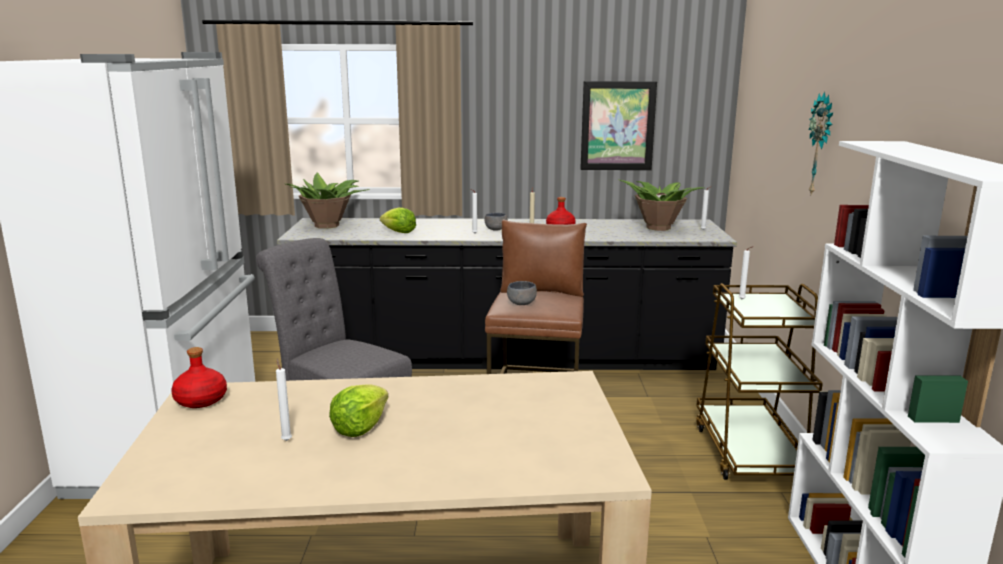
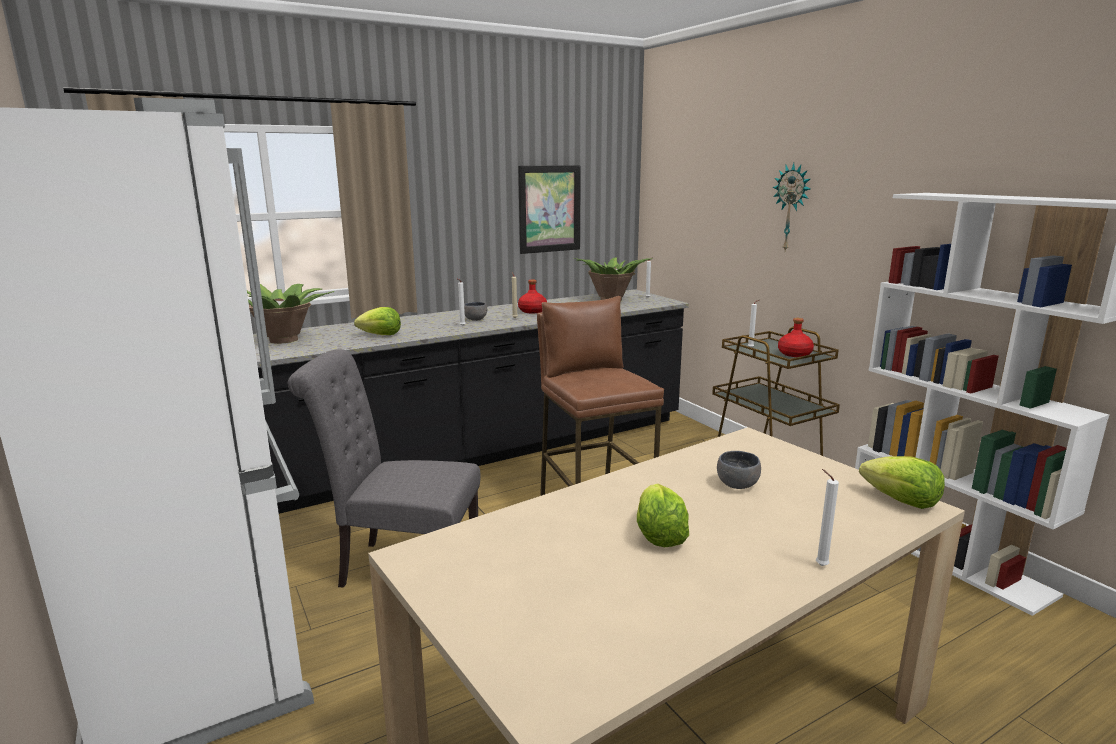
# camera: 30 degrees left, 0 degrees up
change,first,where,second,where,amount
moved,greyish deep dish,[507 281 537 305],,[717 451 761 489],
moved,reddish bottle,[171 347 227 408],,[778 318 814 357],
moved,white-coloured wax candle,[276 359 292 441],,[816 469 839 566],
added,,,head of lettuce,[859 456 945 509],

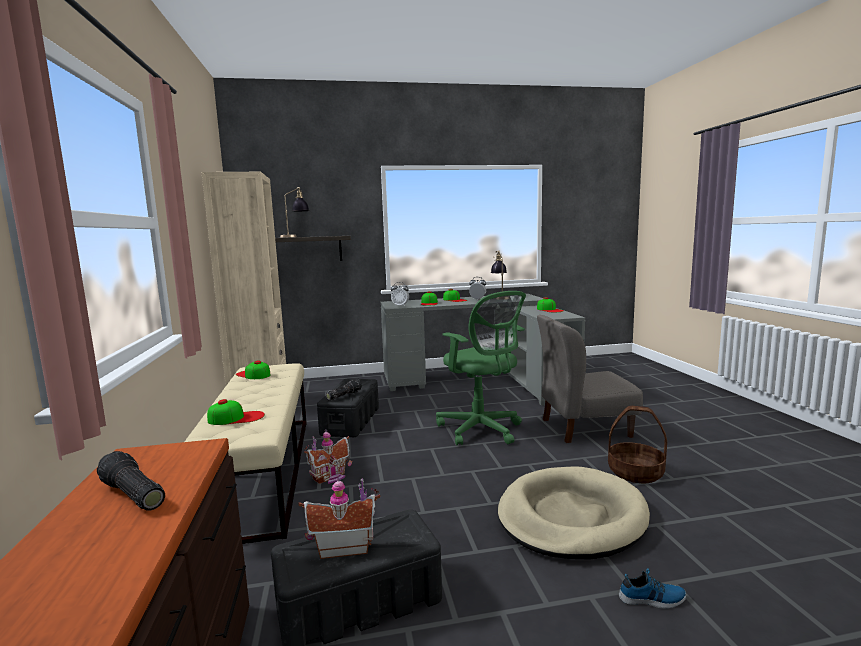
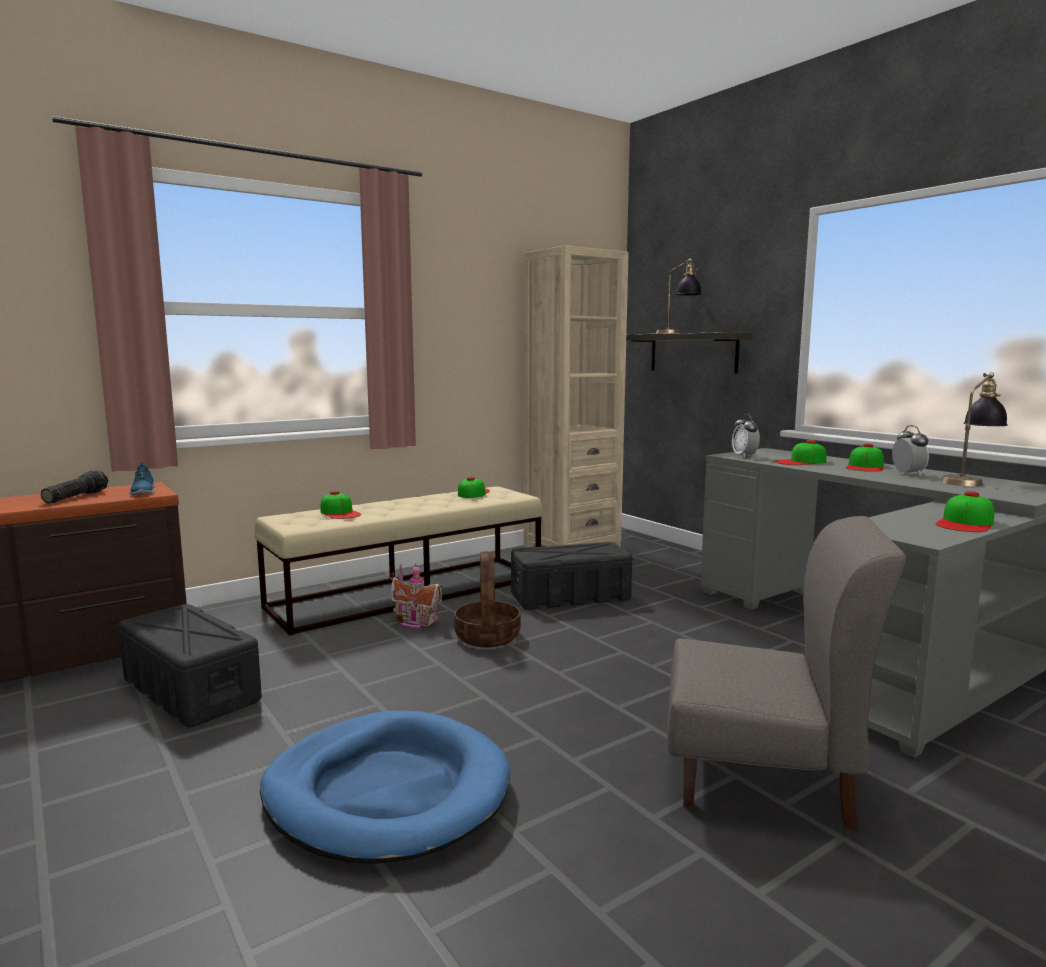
# camera: 65 degrees right, 0 degrees up
change,first,where,second,where,amount
removed,greenish desk chair,[436 291 526 445],,,
turned,greyish chair,[537 315 643 443],,[667 516 906 830],135 degrees clockwise
removed,hand torch,[326 379 362 401],,,
moved,basket,[608 406 667 483],,[454 551 521 648],
recoloured,beige-coloured dog bed,[498 466 650 559],bluish dog bed,[260 710 510 864],
removed,miniature house,[298 477 380 559],,,
moved,shoe,[619 568 686 609],,[130 462 155 495],

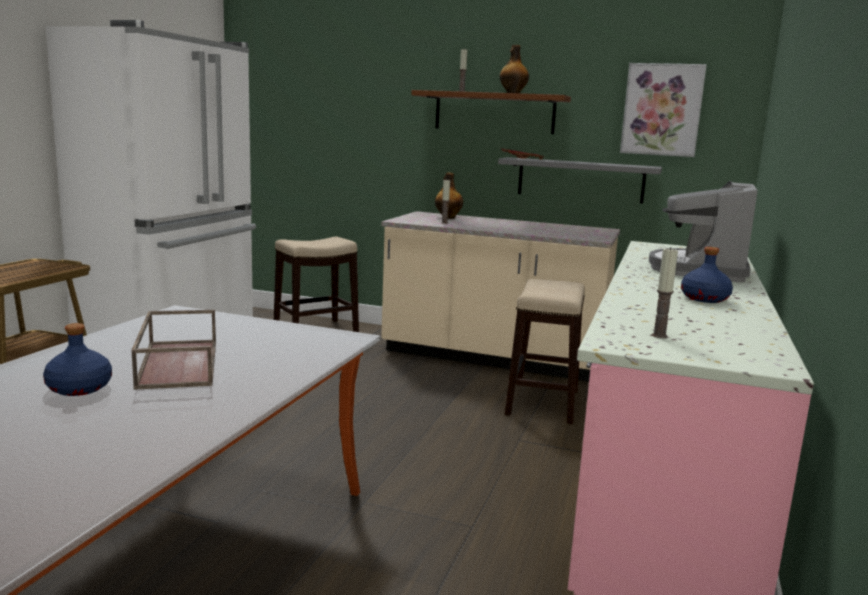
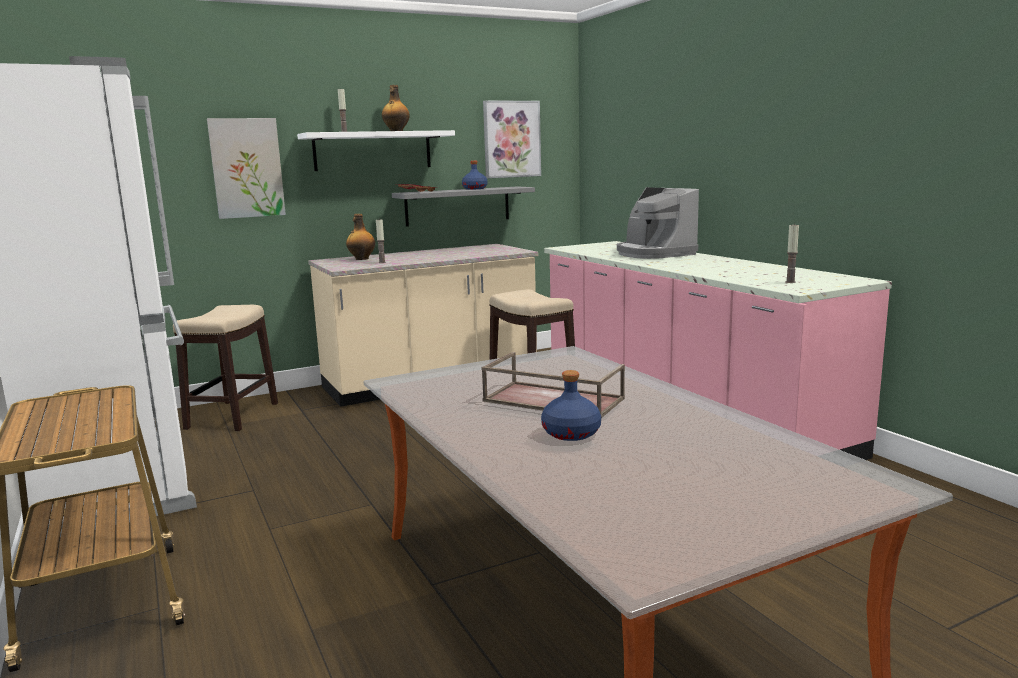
# camera: 45 degrees left, 0 degrees up
change,first,where,second,where,amount
recoloured,brown bracket shelf,[411 90 571 134],white-coloured bracket shelf,[297 130 455 171],
moved,bluish bottle,[681 247 733 303],,[462 161 487 190],
added,,,wall art,[207 118 286 219],

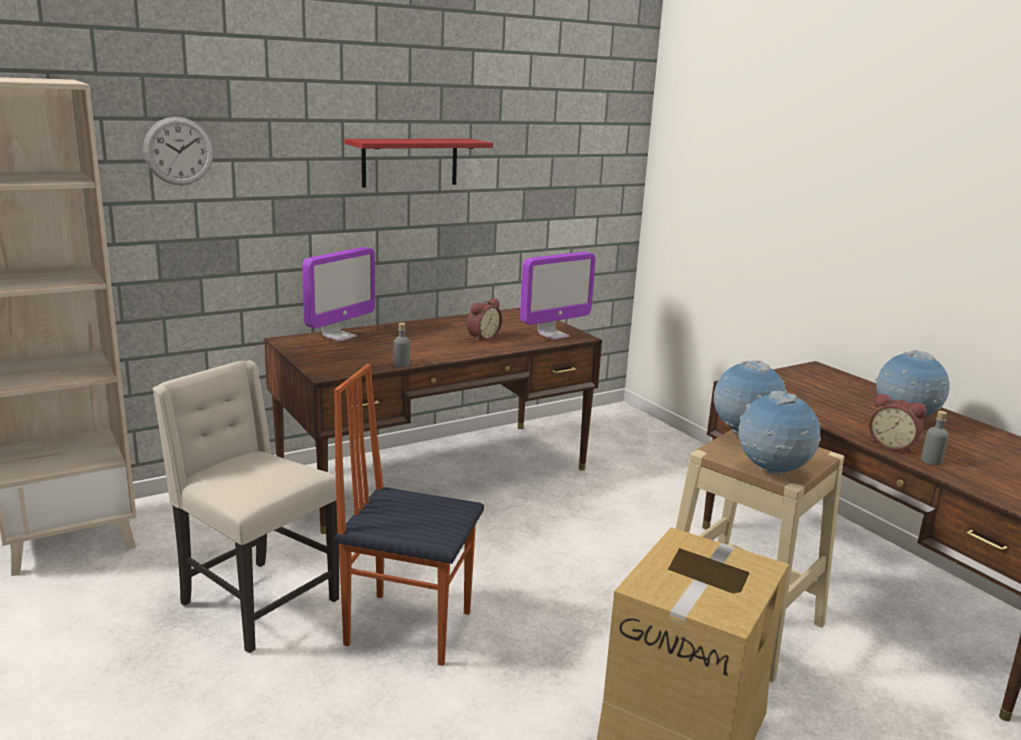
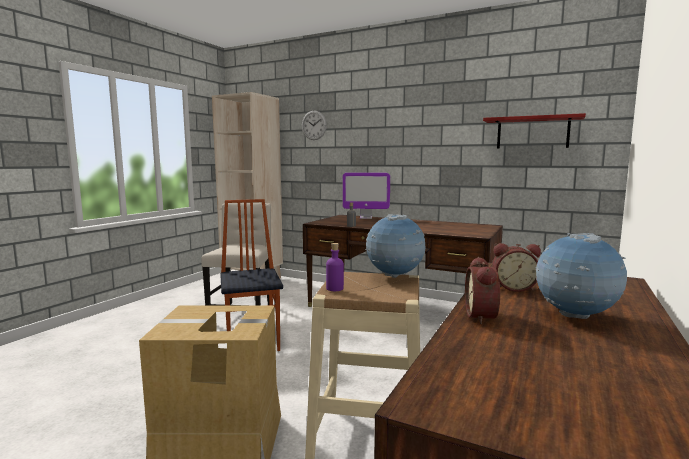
# camera: 60 degrees right, 10 degrees down
change,first,where,second,where,amount
moved,reddish bracket shelf,[344 139 493 188],,[483 113 586 149],
removed,monitor,[520 252 596 340],,,
moved,bedside clock,[467 298 502 342],,[492 243 541 292],
replaced,globe,[738 391 821 476],purple-coloured bottle,[326 243 344 291],
removed,greyish bottle,[921 411 949 465],,,

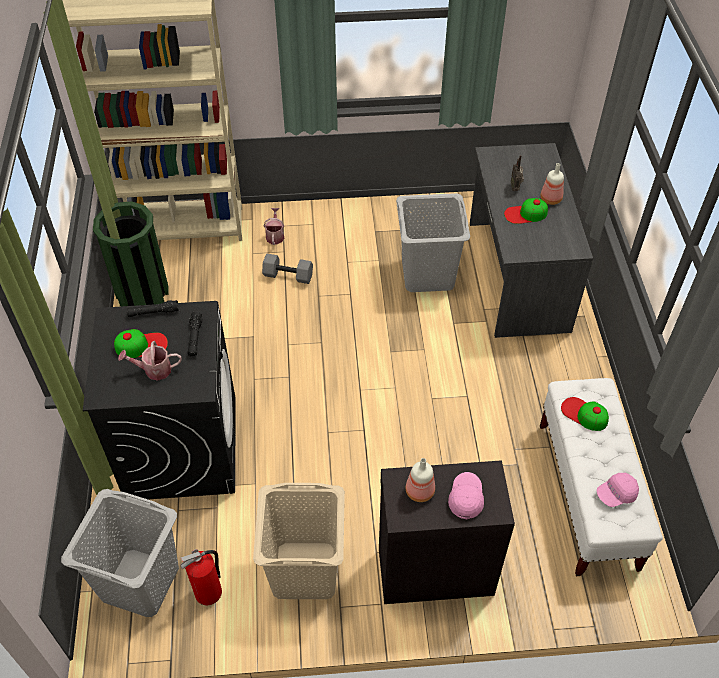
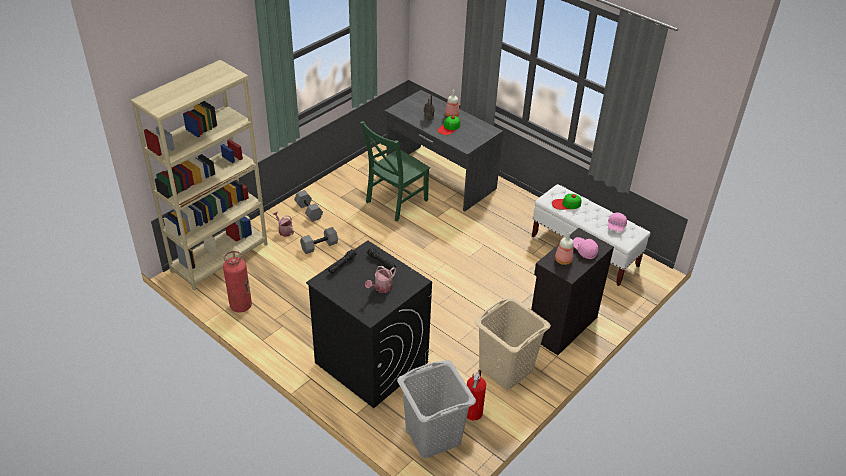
# camera: 45 degrees left, 10 degrees down
change,first,where,second,where,amount
replaced,greyish laundry basket,[396 193 470 292],greenish chair,[360 121 430 221],
replaced,greenish waste bin,[93 201 169 306],extinguisher,[223 251 252 313],
removed,peaked cap,[114 329 168 358],,,
added,,,greyish dumbbell,[294 190 323 222],

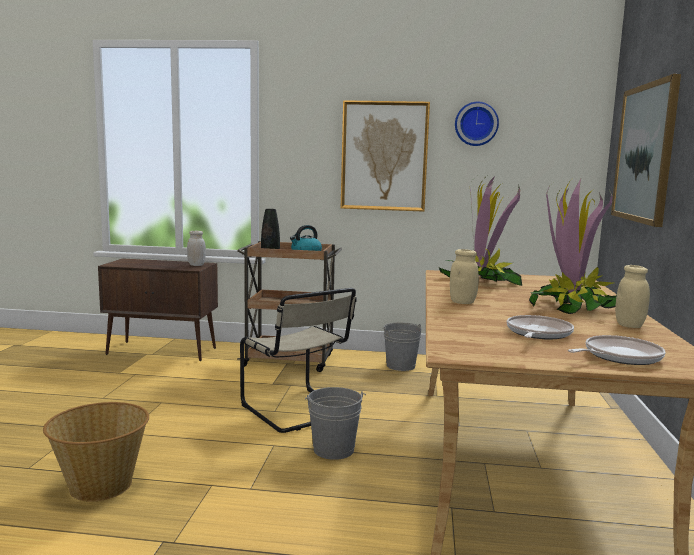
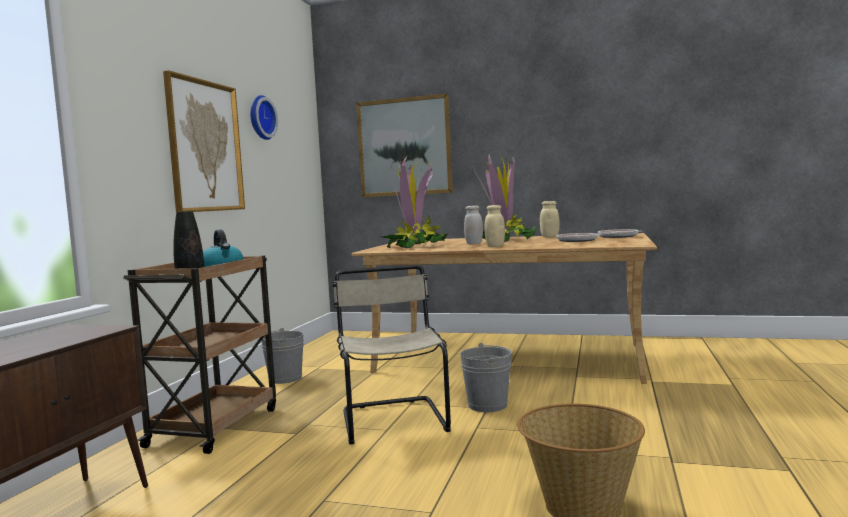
# camera: 80 degrees left, 5 degrees down
change,first,where,second,where,amount
moved,white-coloured preserve jar,[187 231 206 266],,[464 205 483 244],
turned,beige-coloured chair,[240 288 357 433],,[332 265 451 444],75 degrees counterclockwise

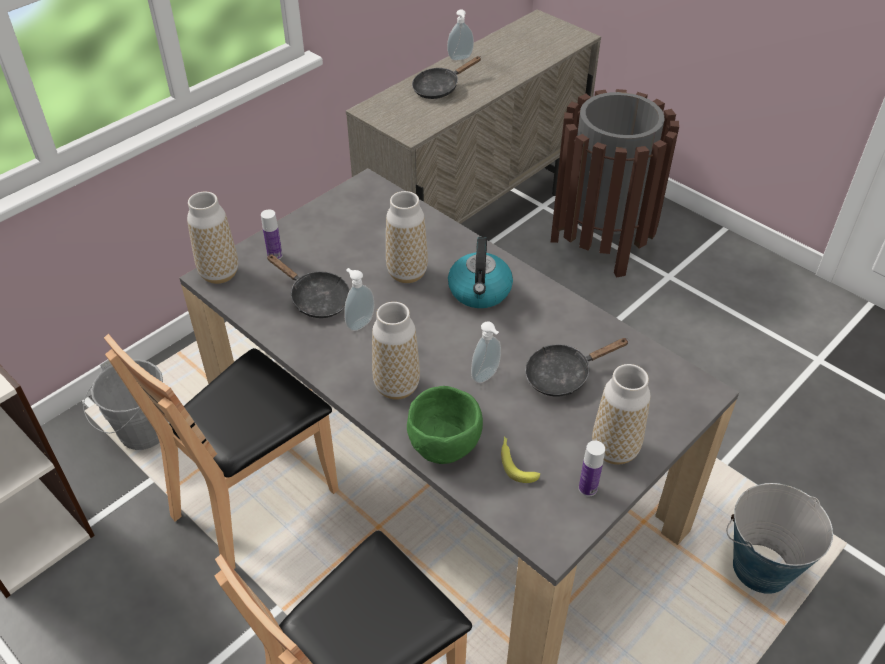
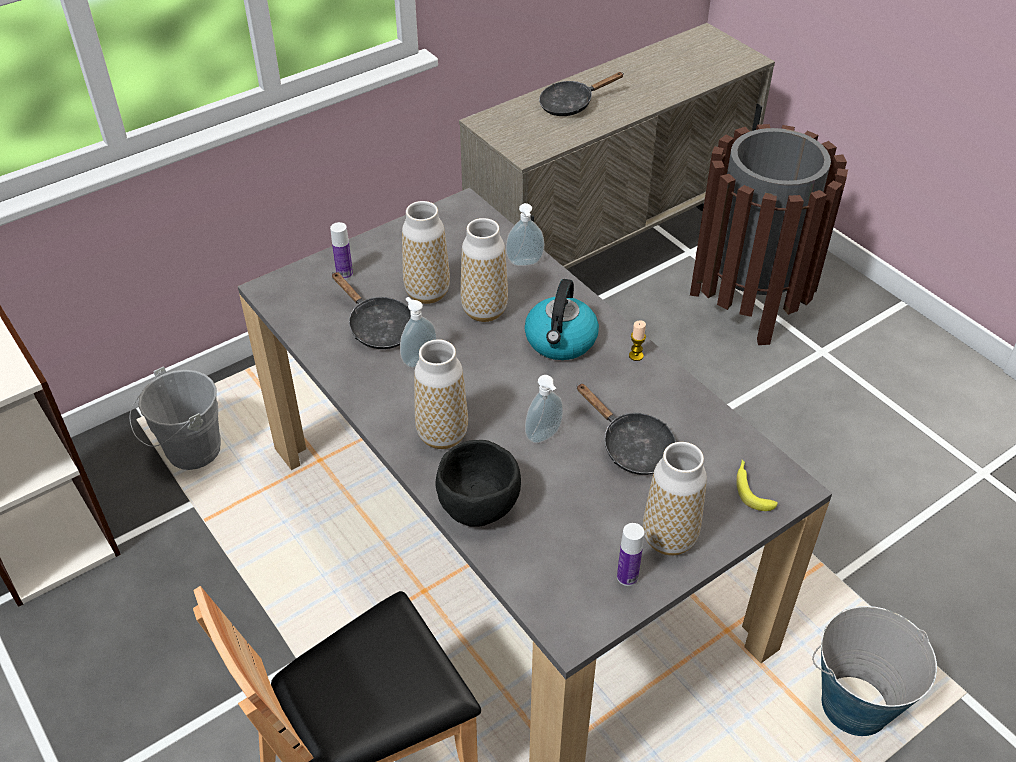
# camera: 10 degrees right, 0 degrees up
change,first,where,second,where,amount
moved,liquid soap bottle,[447 9 474 60],,[506 203 544 266],
moved,decorative vase,[187 192 238 284],,[402 201 450 304],
removed,brown chair,[104 334 339 569],,,
turned,blackish pan,[525 338 629 396],,[577 383 676 475],120 degrees counterclockwise
recoloured,greenish deep dish,[407 386 483 464],blackish deep dish,[436 440 521 527],
moved,whole banana,[501 437 540 483],,[736 460 778 511],
added,,,wax candle,[629 320 646 361],

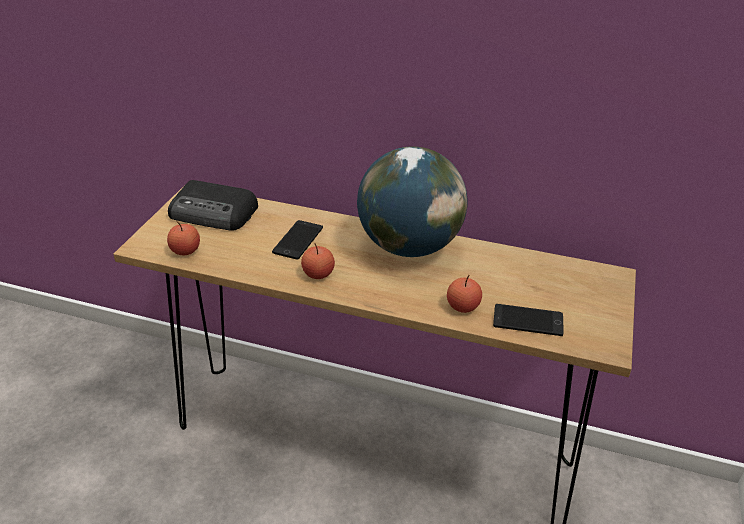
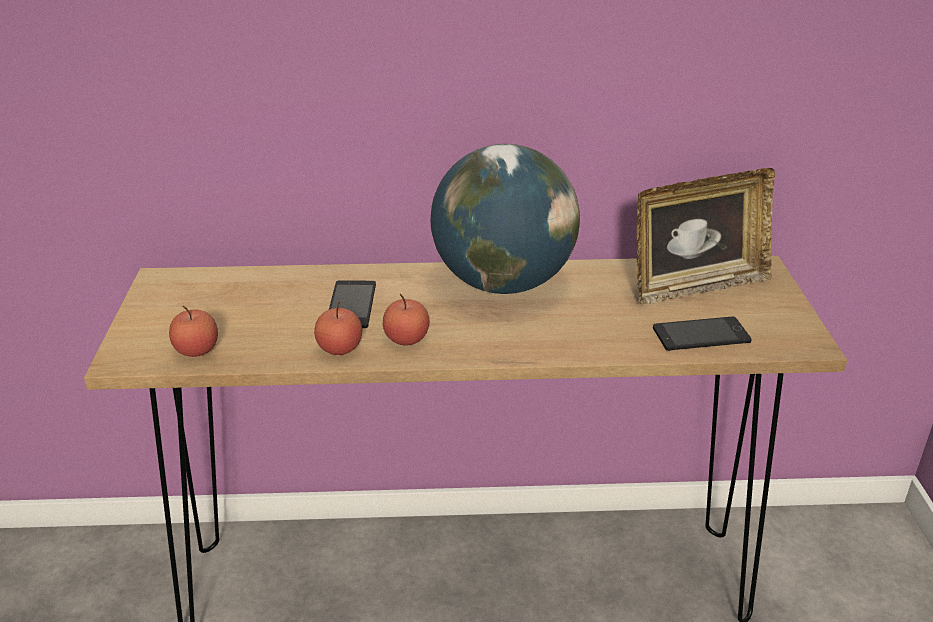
# camera: 20 degrees left, 5 degrees down
change,first,where,second,where,amount
removed,radio receiver,[168 180 258 231],,,
moved,apple,[447 275 482 313],,[314 301 362 355],
added,,,standing frame,[637 168 775 305],

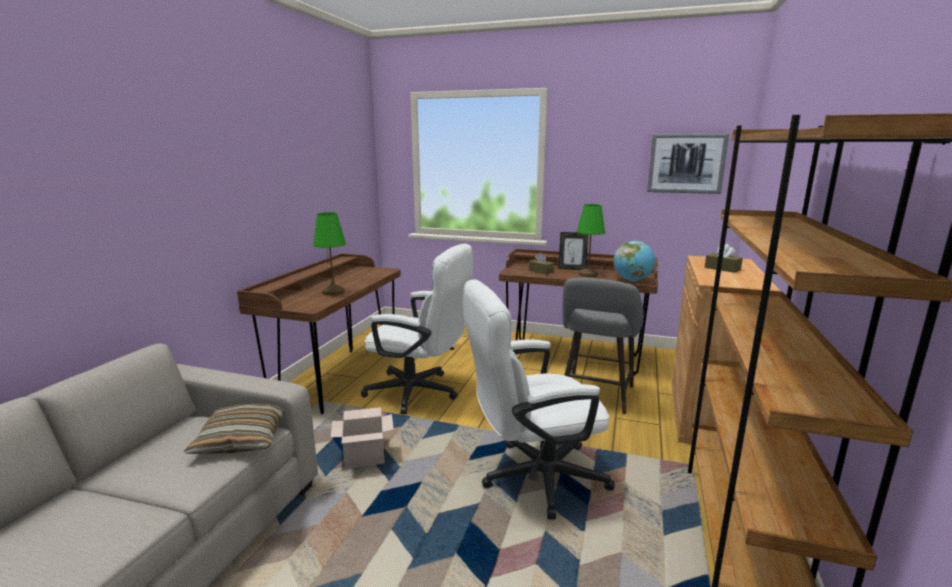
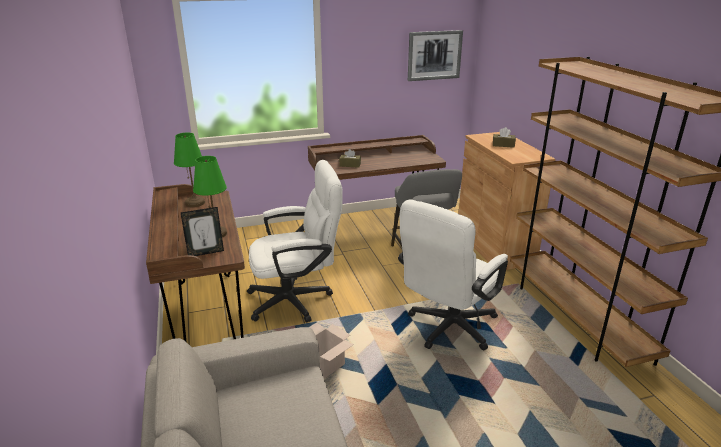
# camera: 35 degrees left, 10 degrees up
change,first,where,second,where,amount
moved,greenish table lamp,[577 204 605 277],,[174 133 205 207],
moved,standing frame,[558 232 588 270],,[181 207 224 256],
removed,globe,[613 241 655 281],,,
removed,cushion,[184 404 285 454],,,

